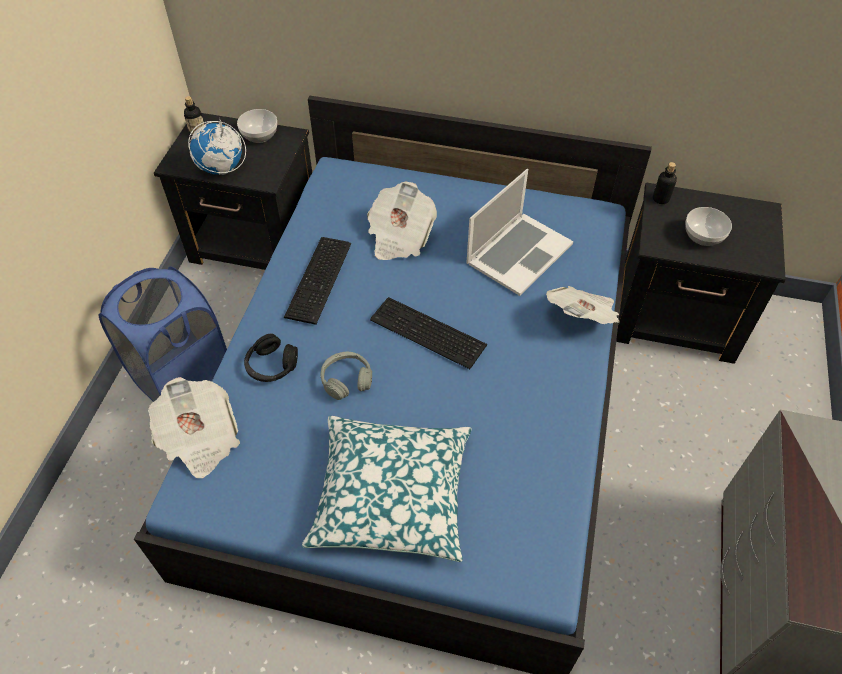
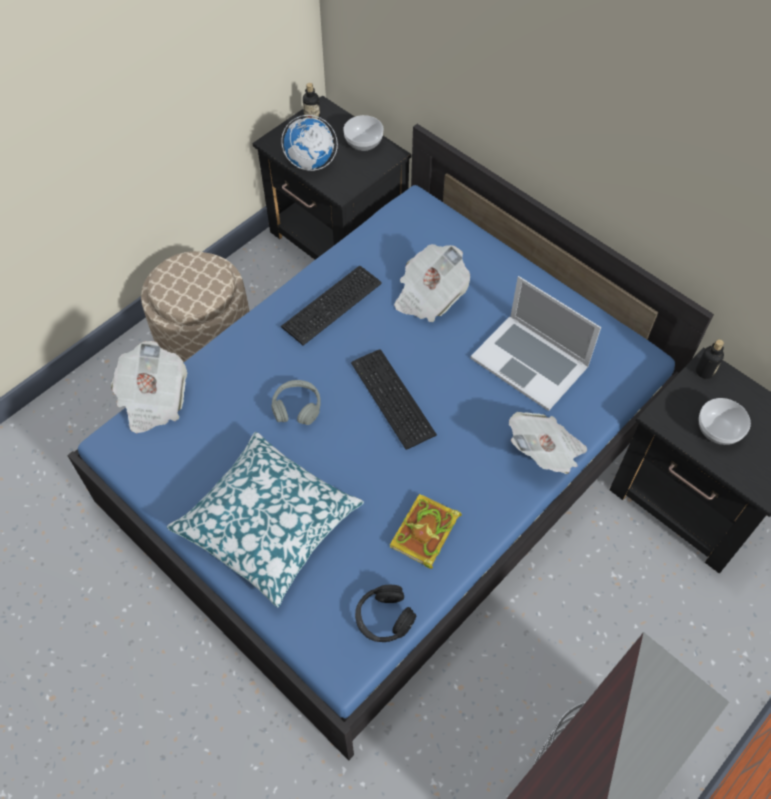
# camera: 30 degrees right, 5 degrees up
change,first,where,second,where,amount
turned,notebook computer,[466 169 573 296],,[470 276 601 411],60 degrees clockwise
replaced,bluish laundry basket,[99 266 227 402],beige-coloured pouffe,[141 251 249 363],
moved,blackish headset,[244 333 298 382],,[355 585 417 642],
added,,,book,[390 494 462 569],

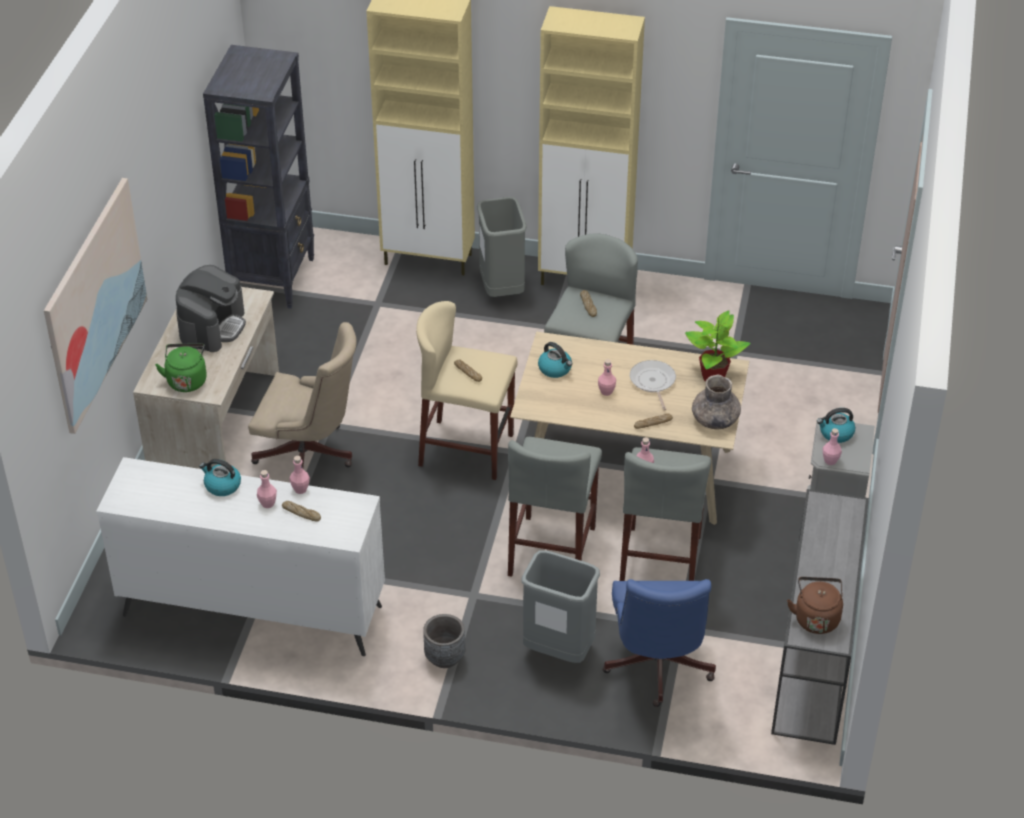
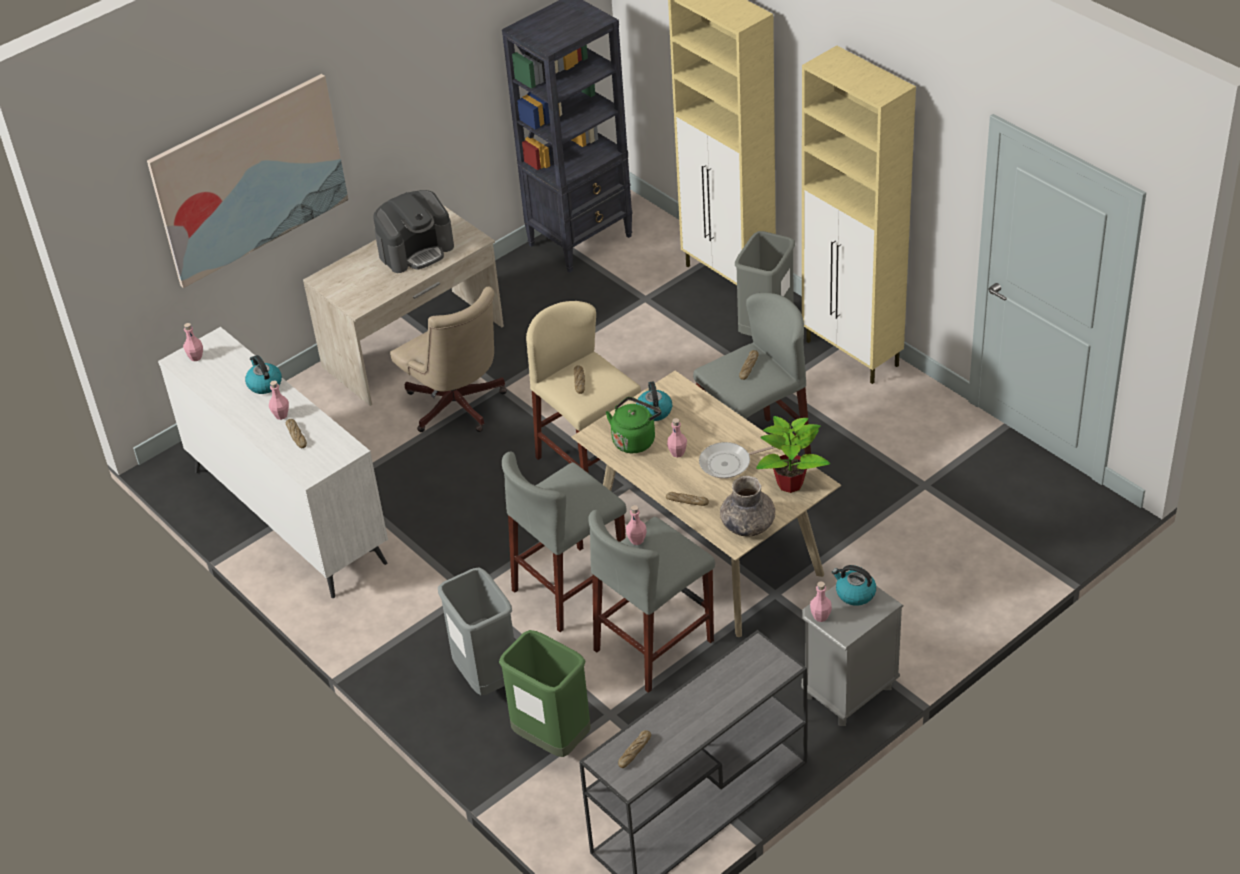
# camera: 40 degrees right, 0 degrees up
change,first,where,second,where,amount
moved,greenish water kettle,[155 343 207 392],,[606 397 661 453],
turned,pan,[630 360 676 410],,[699 442 775 479],135 degrees counterclockwise
moved,pink-coloured bottle,[289 456 310 494],,[183 323 203 361],
replaced,brown water kettle,[787 577 843 634],baked bread,[618 730 651 768],
replaced,bluish desk chair,[603 579 716 707],greenish waste bin,[499 630 591 757],
removed,greyish planter,[423 614 465 668],,,

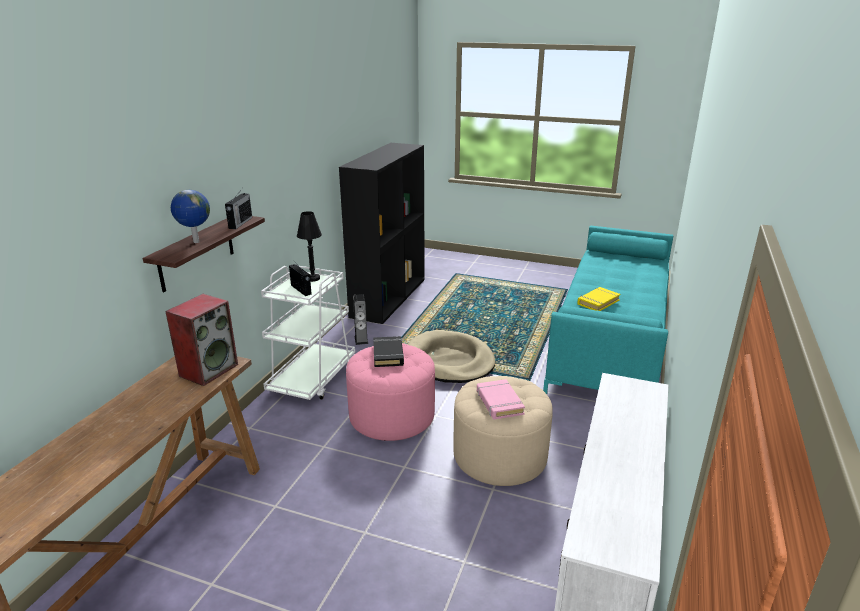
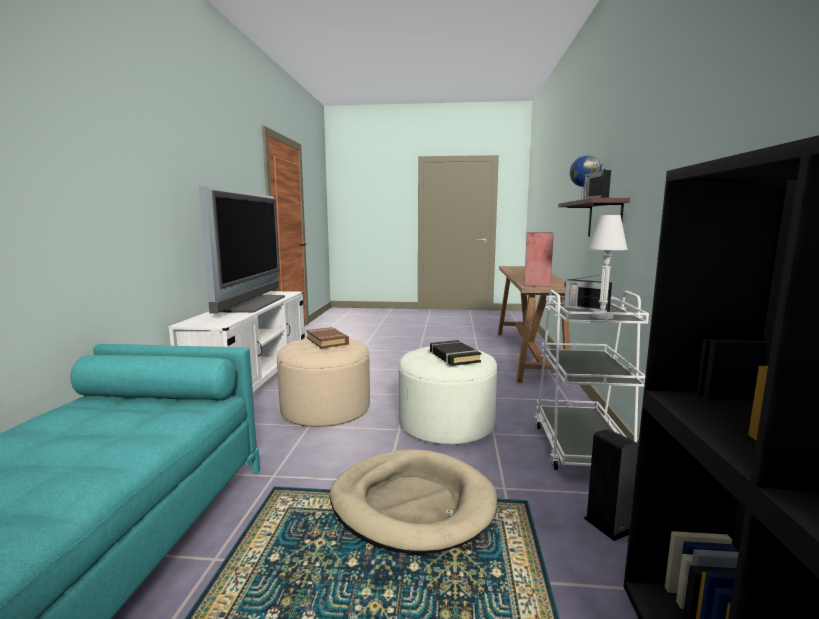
# camera: 165 degrees right, 15 degrees down
change,first,where,second,where,amount
recoloured,blackish table lamp,[297 211 322 282],white-coloured table lamp,[589 215 628 319],
removed,yellowish book,[577 287 620 311],,,
recoloured,pink-coloured pouffe,[346 343 435 441],white-coloured pouffe,[399 346 497 445],
recoloured,pink-coloured book,[477 379 525 420],brown book,[306 327 349 348],
added,,,TV set,[199 186 285 314],

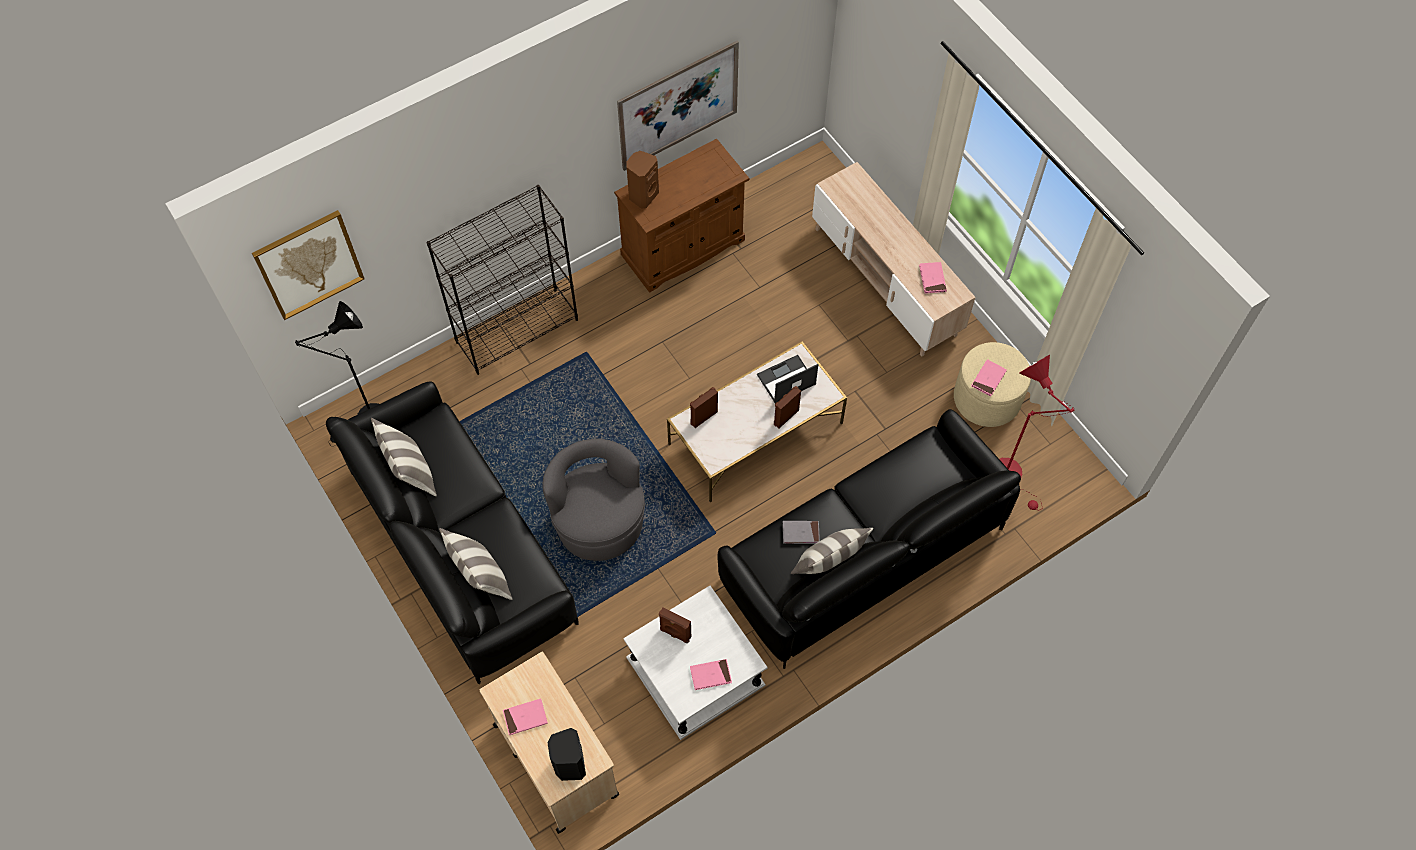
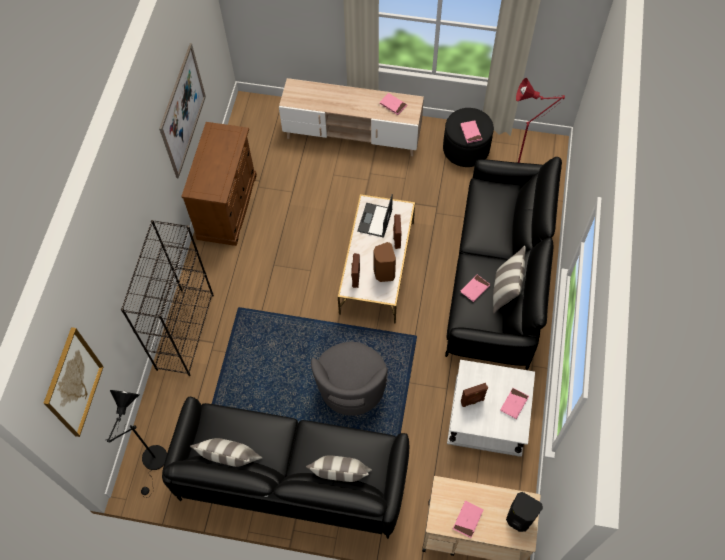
# camera: 45 degrees left, 0 degrees up
change,first,where,second,where,amount
moved,brown audio speaker,[627 151 659 209],,[373 242 396 282],
recoloured,beige-coloured pouffe,[954 342 1031 427],blackish pouffe,[443 108 494 167],
turned,greyish easy chair,[542 438 645 561],,[311 342 388 416],105 degrees counterclockwise
recoloured,greyish book,[783 521 820 544],pink-coloured book,[460 275 490 302],

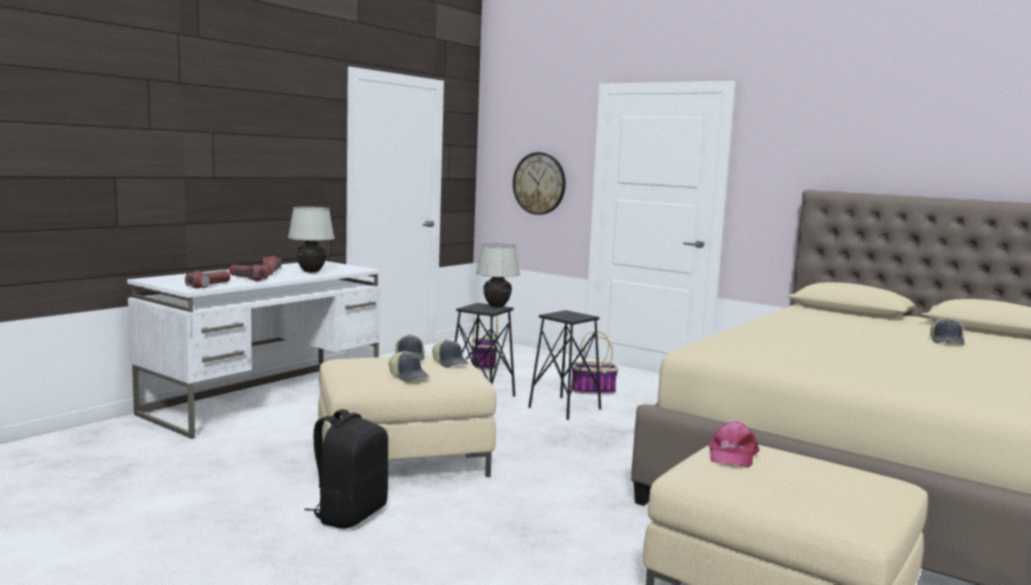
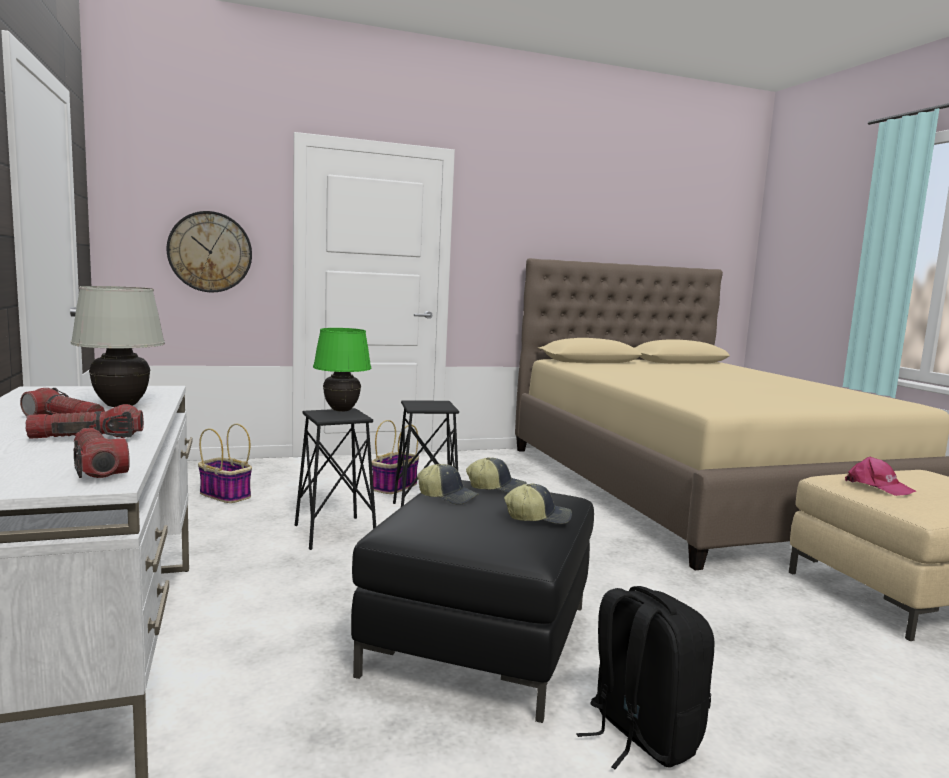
# camera: 55 degrees left, 0 degrees up
change,first,where,second,where,amount
recoloured,white-coloured table lamp,[476 243 520 307],greenish table lamp,[313 328 371 412],
removed,peaked cap,[930 318 965 345],,,
recoloured,beige-coloured pouffe,[318 356 496 477],blackish pouffe,[351 480 594 723],

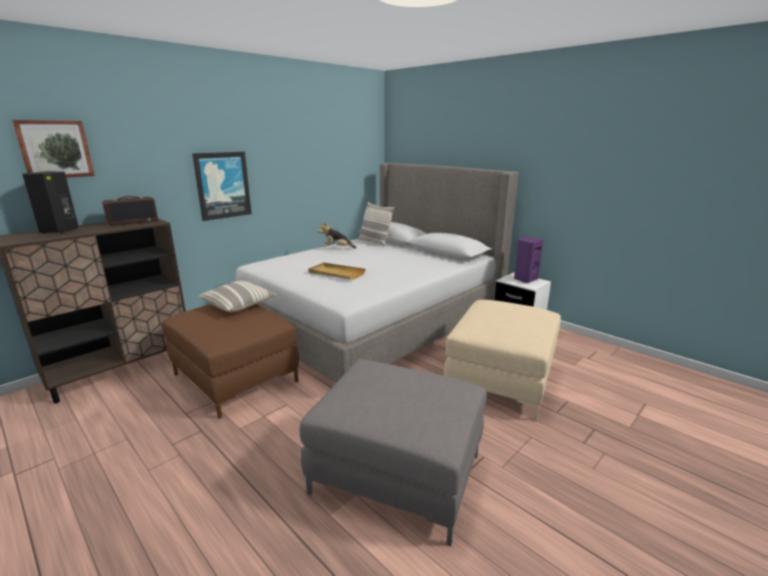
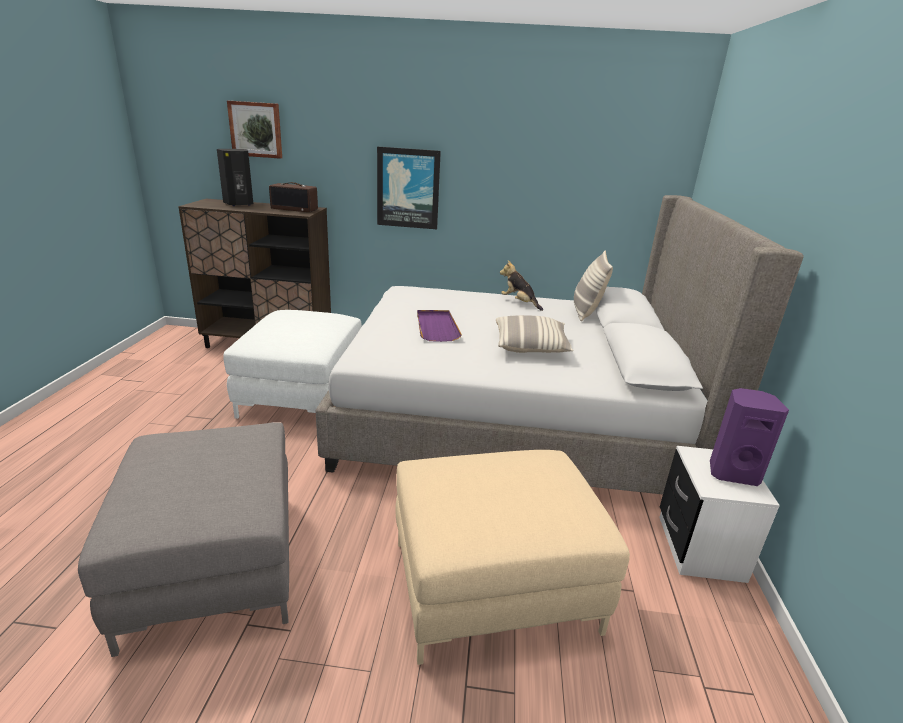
# camera: 50 degrees right, 5 degrees up
change,first,where,second,where,amount
recoloured,beige-coloured serving tray,[308 263 366 280],purple-coloured serving tray,[417 310 462 342],
moved,cushion,[199 281 277 312],,[496 315 574 353],
recoloured,brown pouffe,[162 304 299 419],white-coloured pouffe,[223 310 362 419],

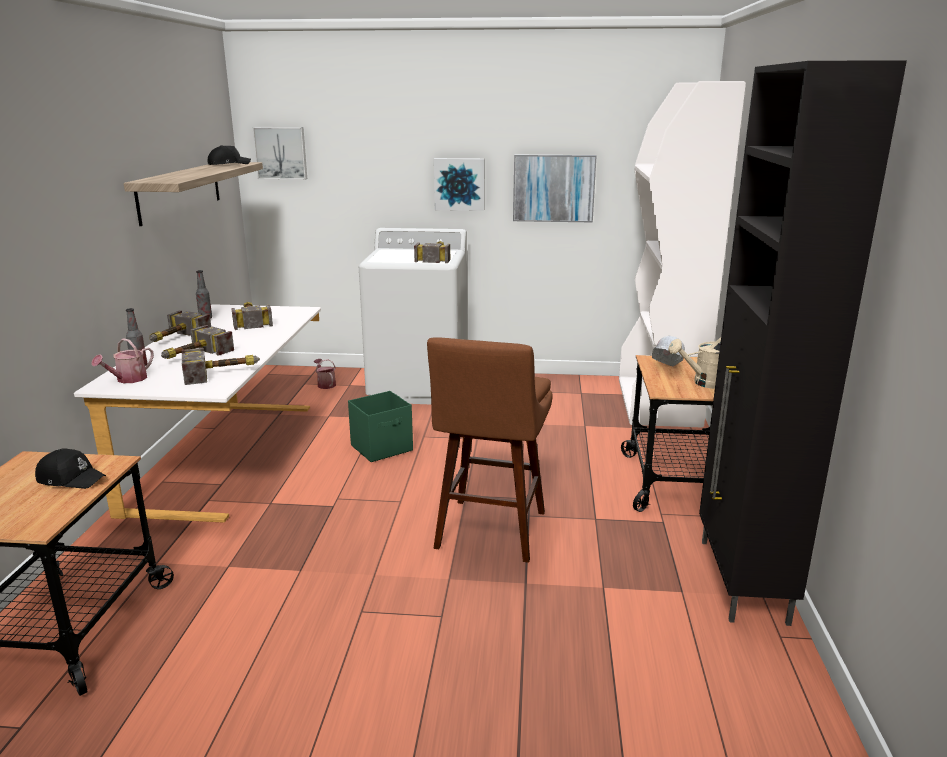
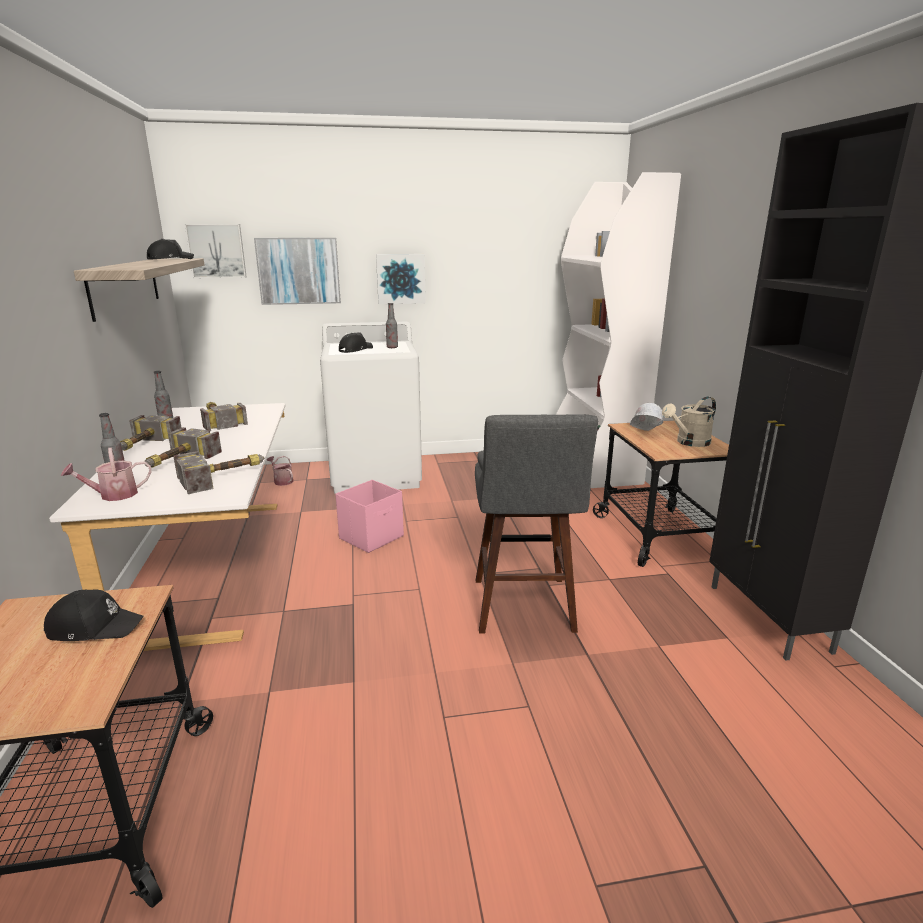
# camera: 15 degrees left, 0 degrees up
change,first,where,second,where,amount
moved,wall art,[513 155 597 222],,[254 238 341 305],
replaced,tool hammer,[414 241 450 263],bottle,[386 303 398 348],
recoloured,brown stool seat,[427 337 553 563],greyish stool seat,[475 414 598 634],
turned,watering pot,[91 338 154 383],,[61 448 151 501],45 degrees clockwise
recoloured,greenish storage container,[348 391 413 462],pink-coloured storage container,[336 480 404 553],
added,,,blackish peaked cap,[339 332 373 353],

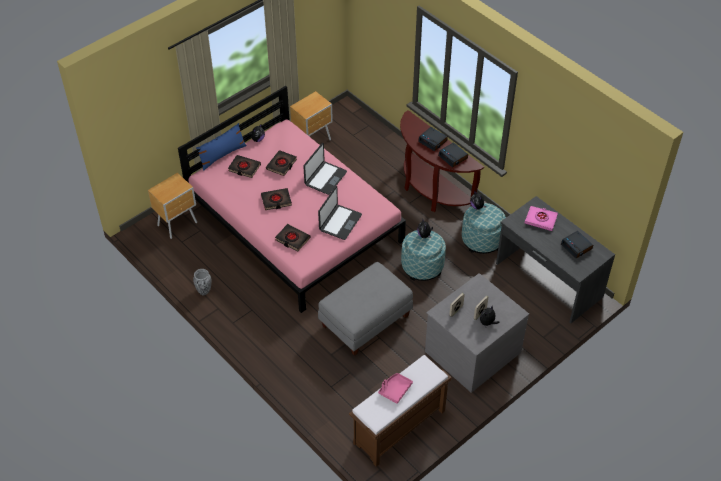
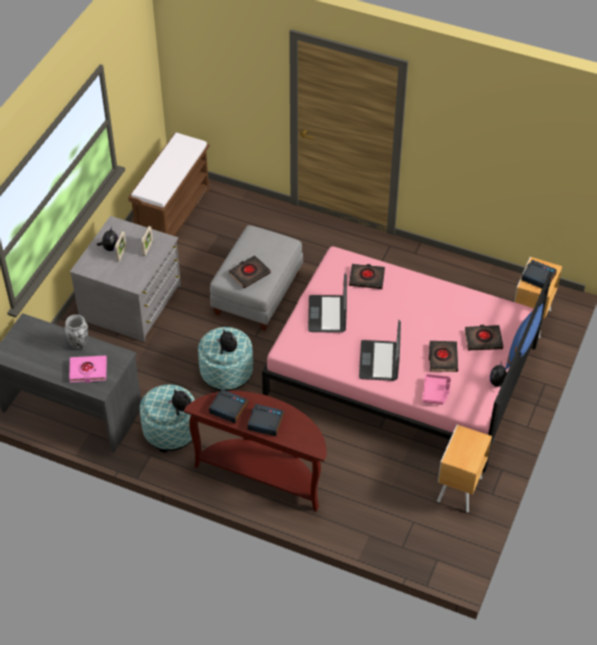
# camera: 155 degrees right, 0 degrees up
change,first,where,second,where,amount
moved,blackish book,[261 188 292 210],,[229 255 271 288],
moved,bedside clock,[561 231 593 258],,[522 260 557 288],
moved,decorative vase,[193 269 211 295],,[65 315 88 350],
moved,pink-coloured serving tray,[378 373 413 404],,[422 374 451 405],

